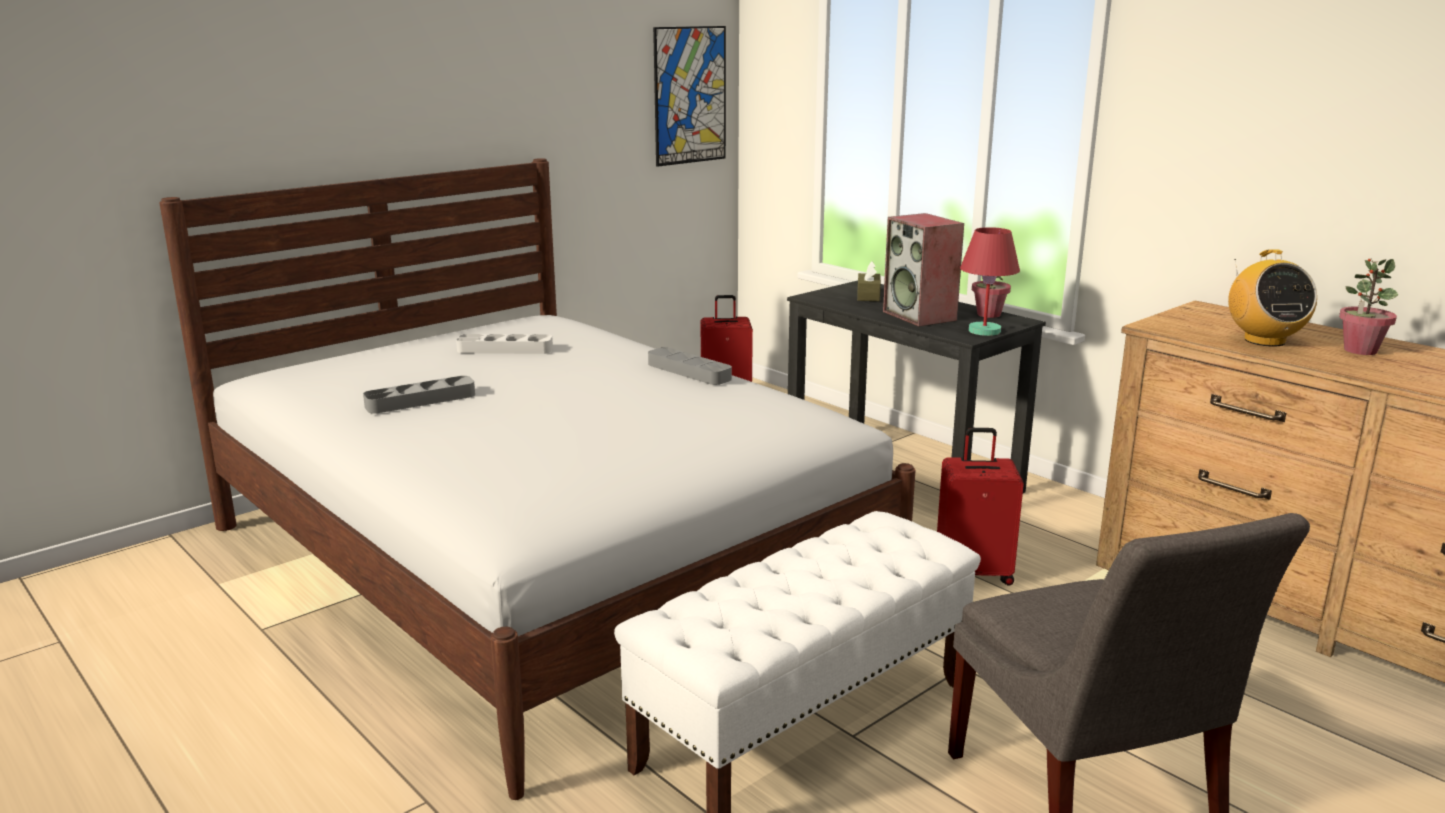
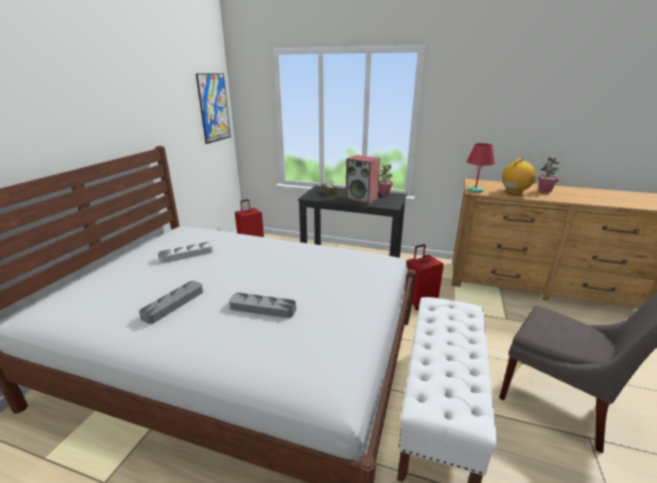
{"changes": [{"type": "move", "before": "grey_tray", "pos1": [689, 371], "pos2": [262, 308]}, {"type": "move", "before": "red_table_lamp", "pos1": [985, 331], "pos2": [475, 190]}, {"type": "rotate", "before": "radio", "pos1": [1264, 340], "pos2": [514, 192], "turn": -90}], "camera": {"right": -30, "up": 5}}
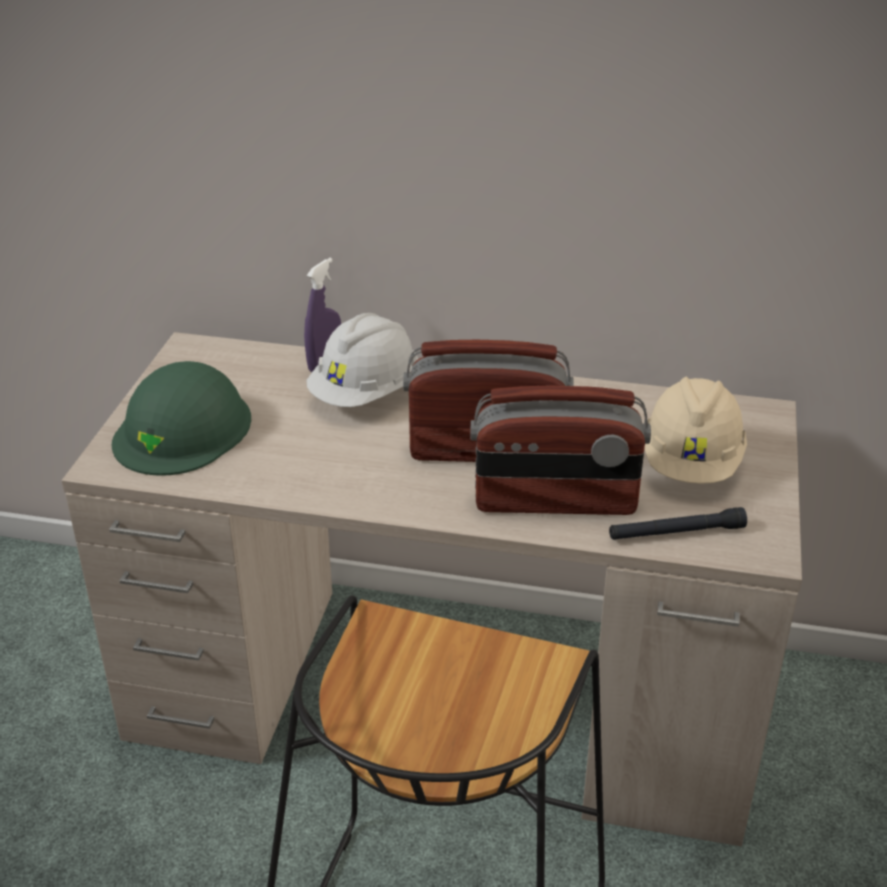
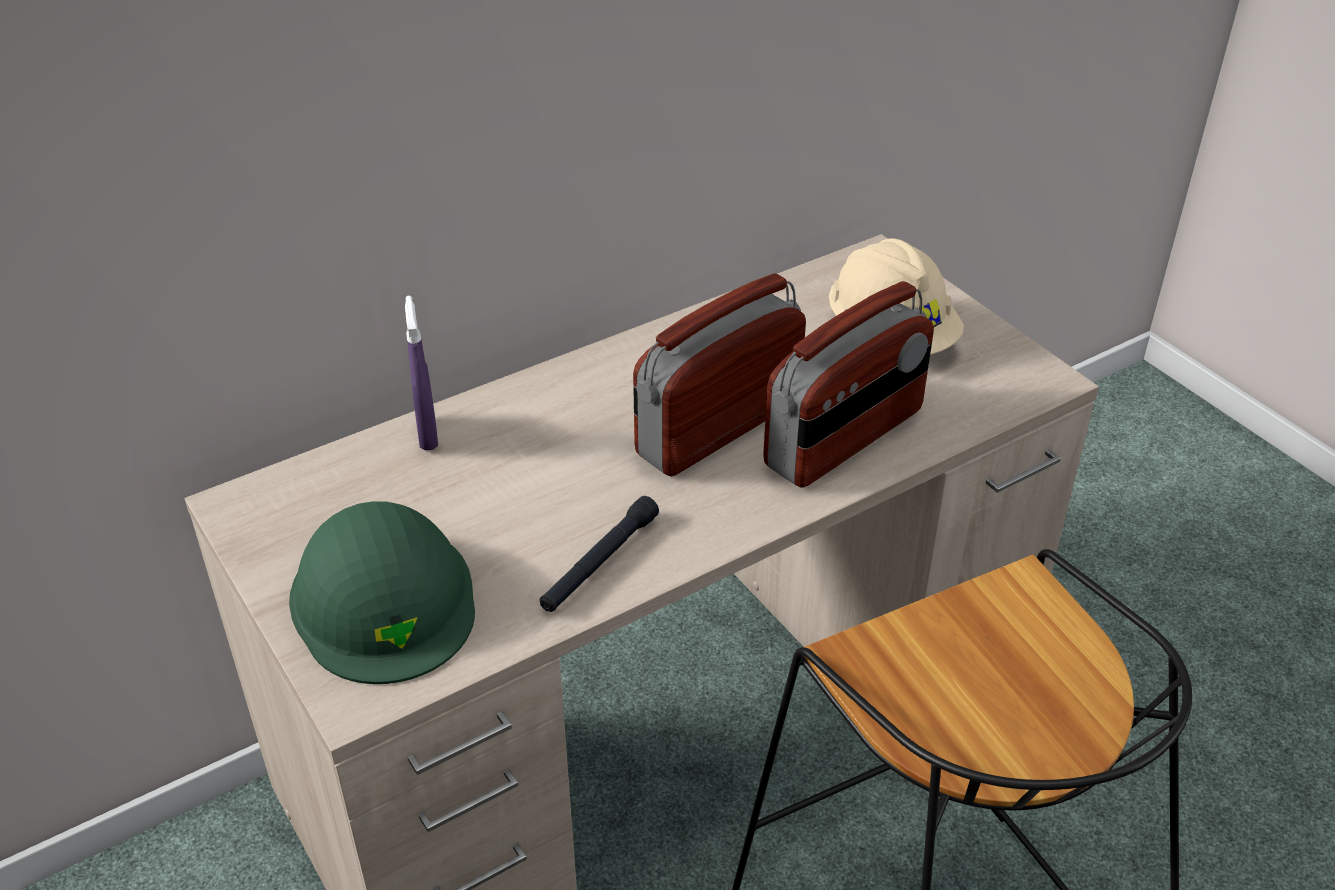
{"changes": [{"type": "move", "before": "black_flashlight", "pos1": [676, 533], "pos2": [599, 563]}, {"type": "delete", "before": "white_hard_hat", "pos1": [366, 394]}], "camera": {"right": -45, "up": 5}}
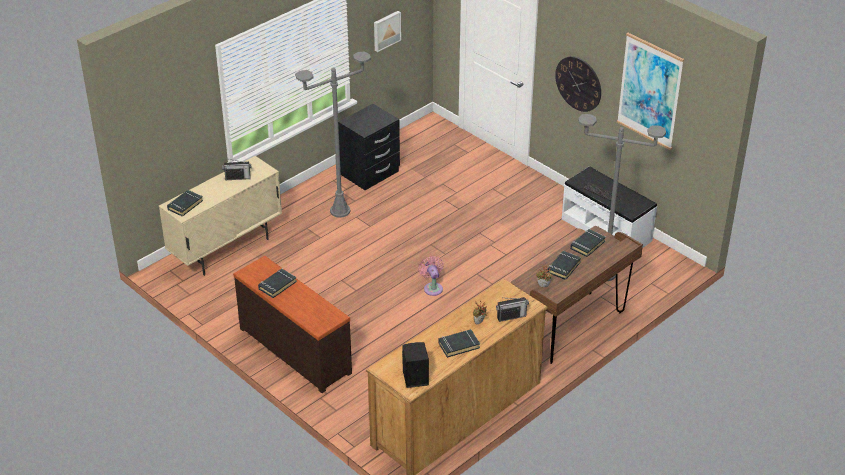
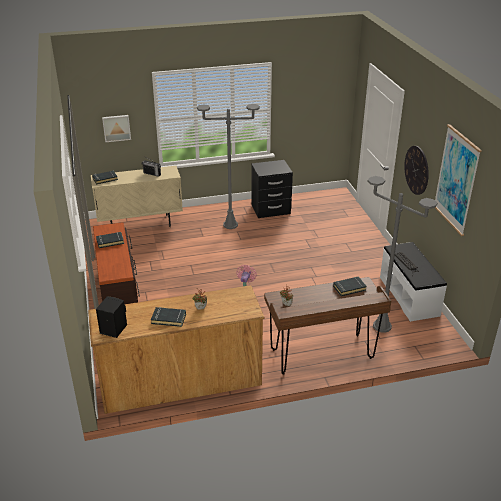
{"changes": [{"type": "move", "before": "picture", "pos1": [386, 30], "pos2": [116, 128]}, {"type": "delete", "before": "radio", "pos1": [511, 316]}, {"type": "delete", "before": "black_book", "pos1": [563, 267]}], "camera": {"right": 30, "up": -5}}
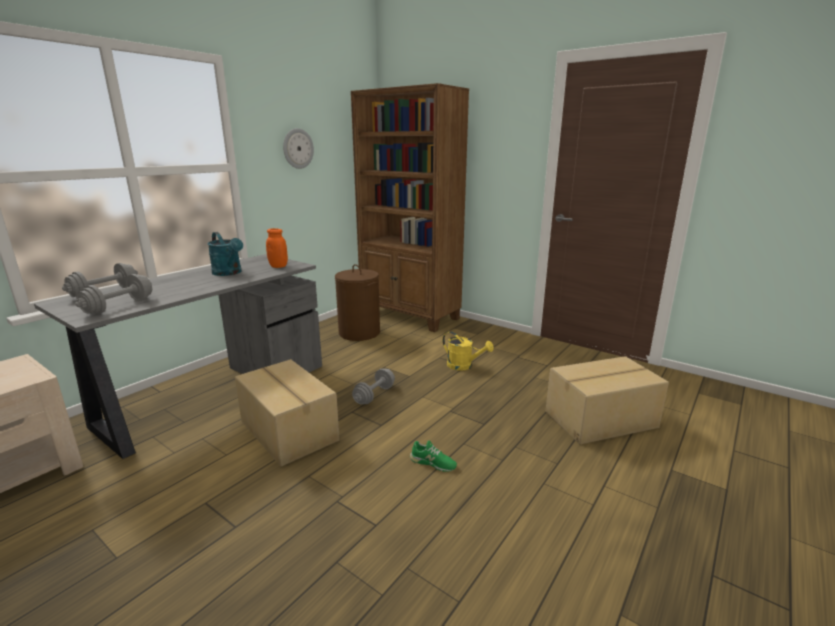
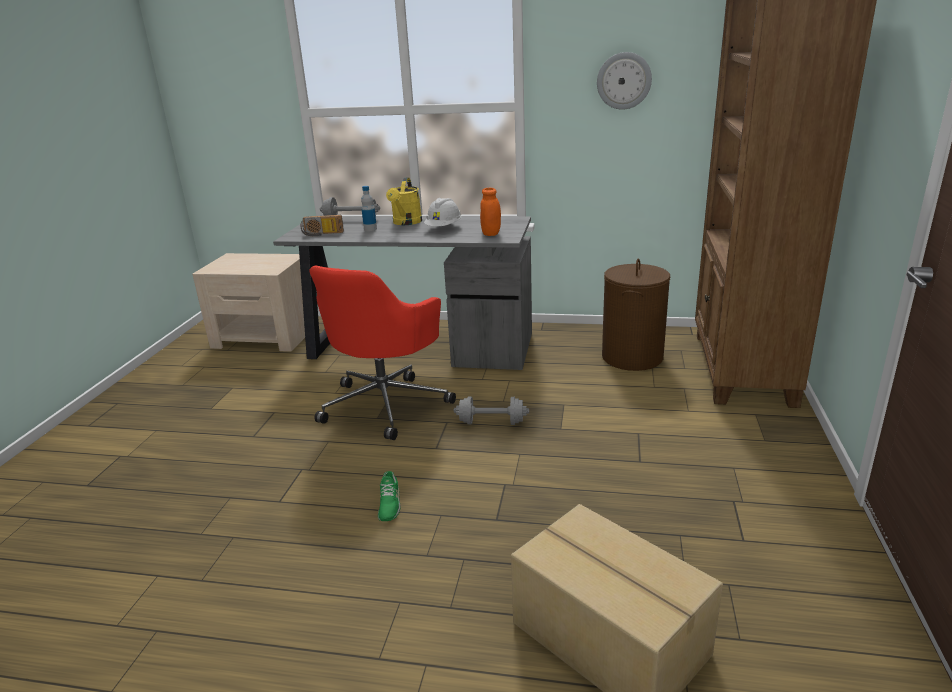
{"changes": [{"type": "replace", "before": "grey_dumbbell", "after": "radio", "pos1": [119, 306], "pos2": [322, 234]}, {"type": "replace", "before": "cardboard_box", "after": "red_office_chair", "pos1": [288, 431], "pos2": [386, 404]}, {"type": "insert", "after": "bottle", "pos2": [370, 229]}, {"type": "move", "before": "yellow_watering_can", "pos1": [464, 366], "pos2": [406, 223]}, {"type": "replace", "before": "turquoise_watering_can", "after": "white_hard_hat", "pos1": [229, 273], "pos2": [444, 228]}], "camera": {"right": 65, "up": 5}}
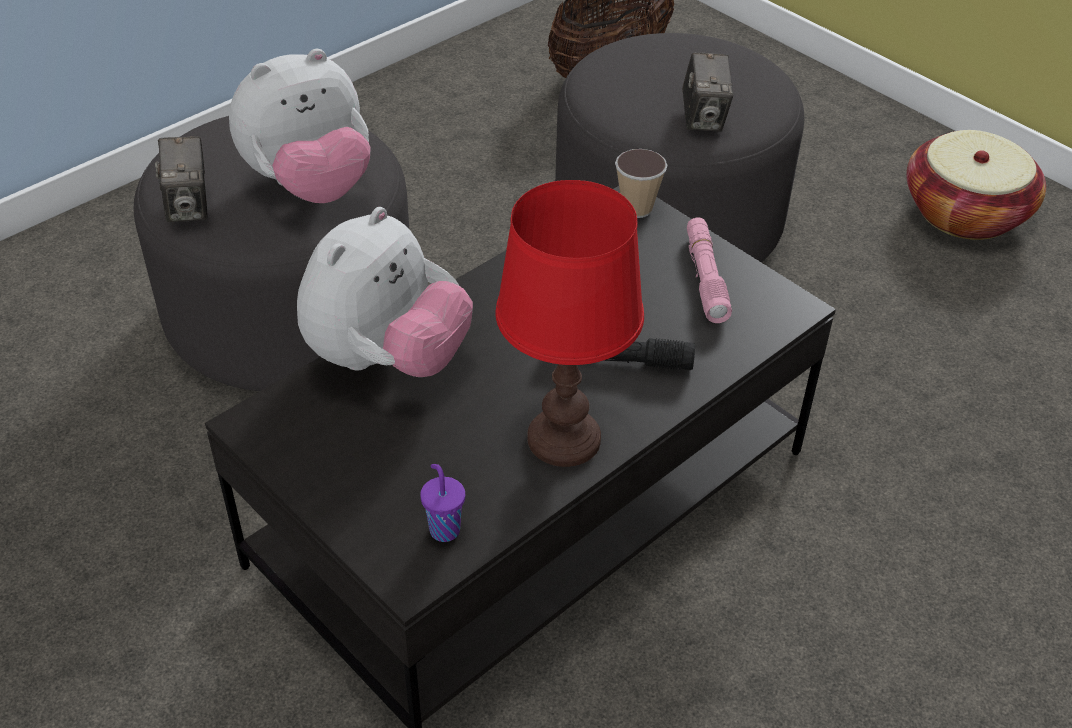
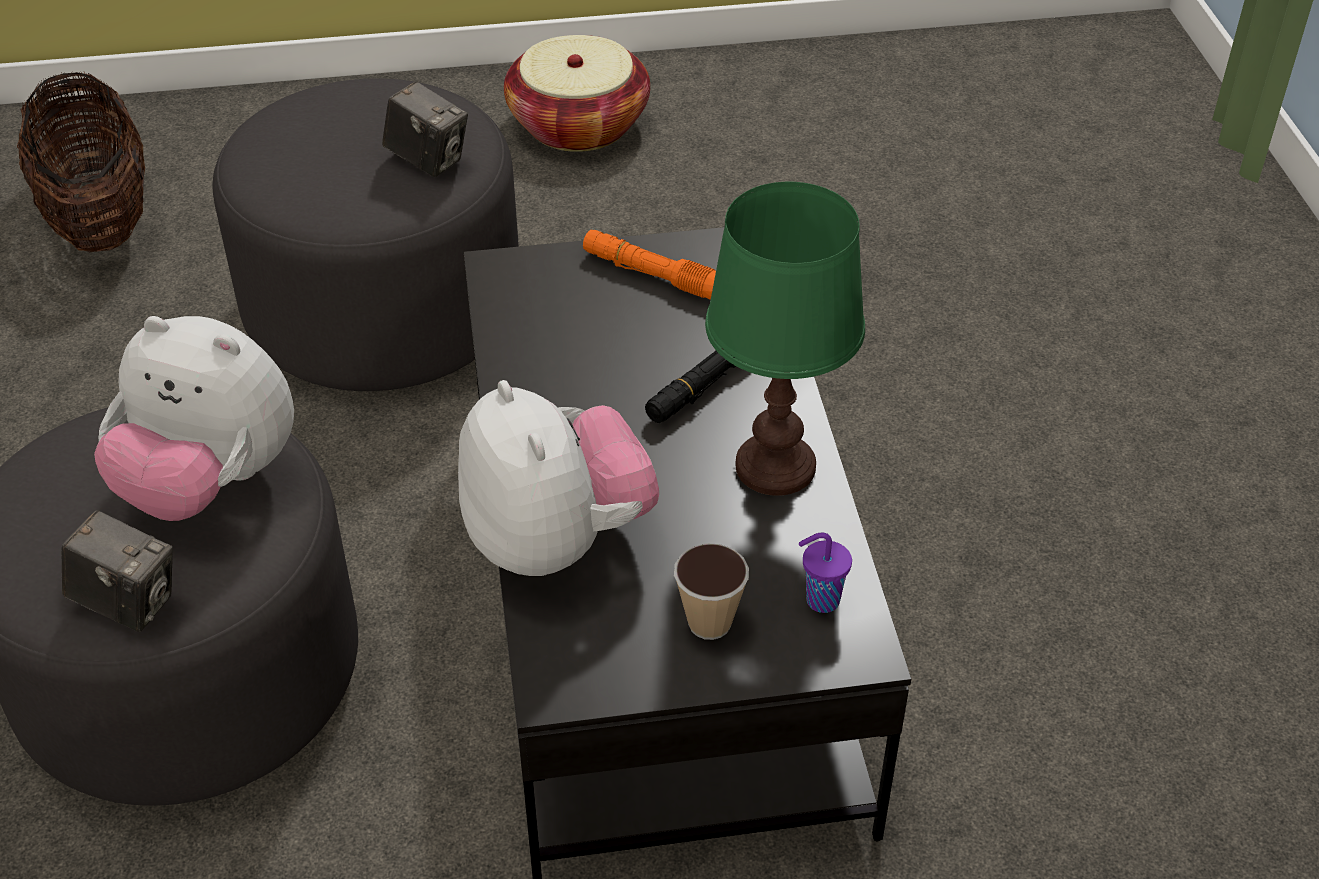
{"changes": [{"type": "rotate", "before": "plush_toy", "pos1": [310, 186], "pos2": [210, 483], "turn": 105}, {"type": "recolor", "before": "pink_flashlight", "after": "orange_flashlight", "pos1": [705, 277], "pos2": [652, 275]}, {"type": "move", "before": "cup", "pos1": [637, 208], "pos2": [709, 623]}, {"type": "recolor", "before": "red_table_lamp", "after": "green_table_lamp", "pos1": [564, 440], "pos2": [776, 467]}], "camera": {"right": -55, "up": 0}}
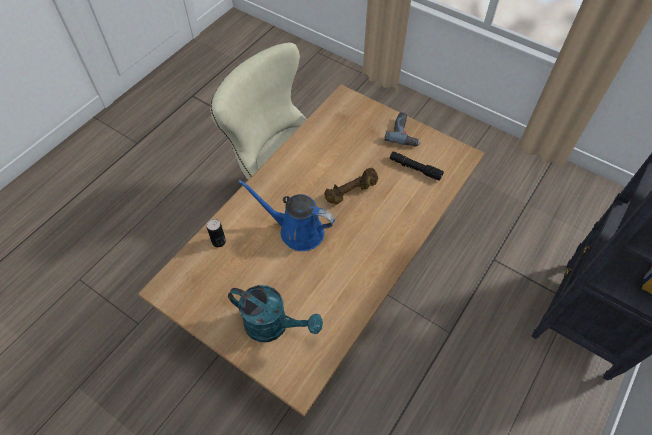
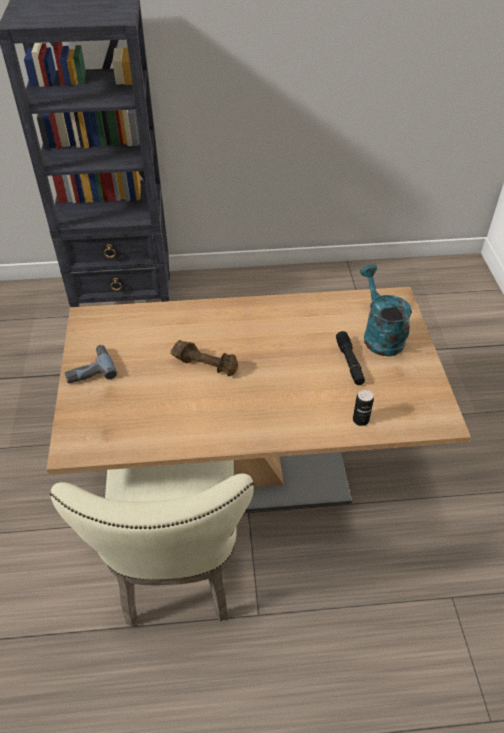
{"changes": [{"type": "move", "before": "black_flashlight", "pos1": [415, 168], "pos2": [349, 362]}, {"type": "delete", "before": "blue_watering_can", "pos1": [297, 231]}], "camera": {"right": -130, "up": -10}}
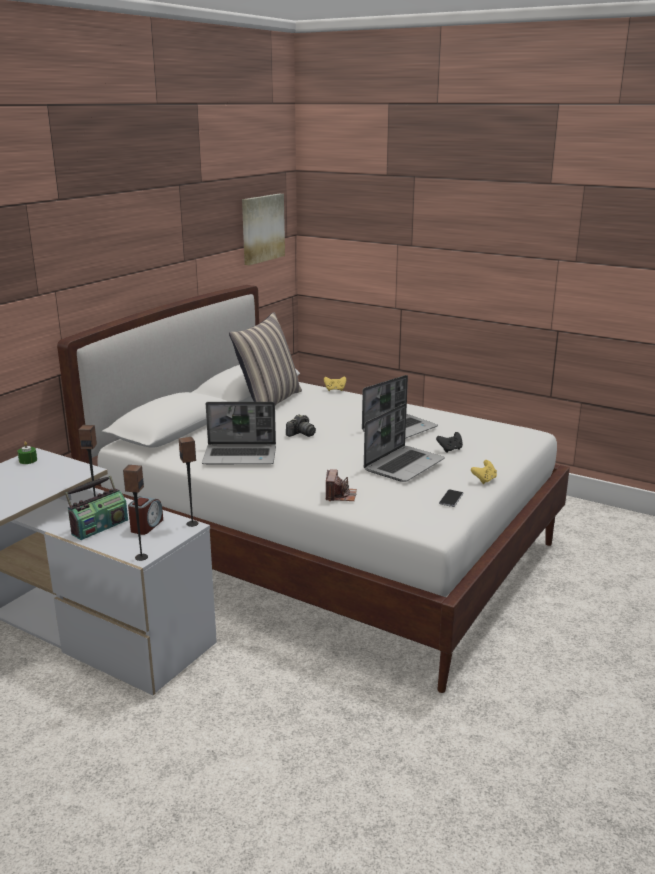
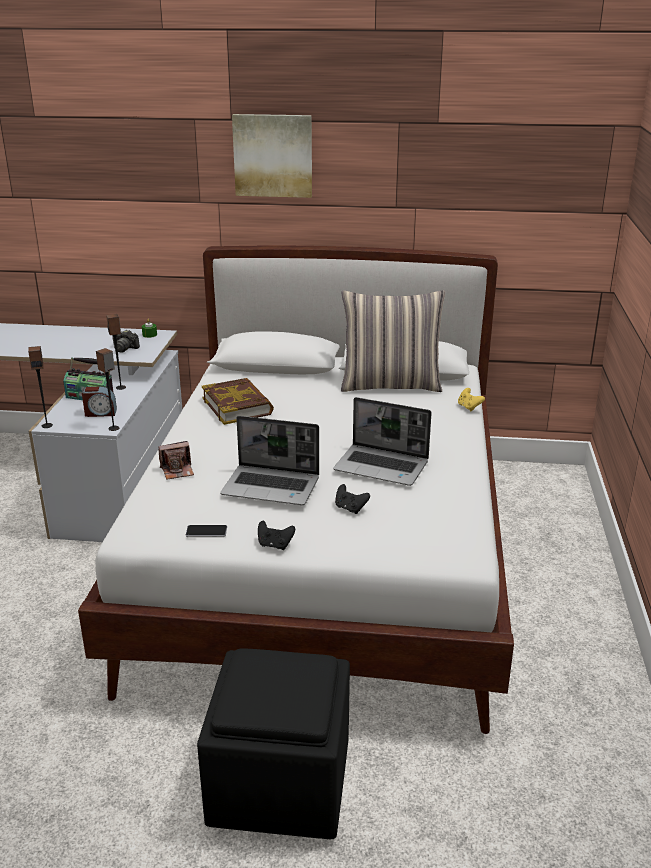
{"changes": [{"type": "move", "before": "photo_camera", "pos1": [301, 434], "pos2": [124, 348]}, {"type": "insert", "after": "black_ottoman", "pos2": [282, 782]}, {"type": "replace", "before": "laptop", "after": "book", "pos1": [241, 456], "pos2": [237, 406]}, {"type": "move", "before": "picture", "pos1": [262, 228], "pos2": [273, 155]}, {"type": "recolor", "before": "yellow_game_controller", "after": "black_game_controller", "pos1": [484, 480], "pos2": [275, 545]}], "camera": {"right": 65, "up": 5}}
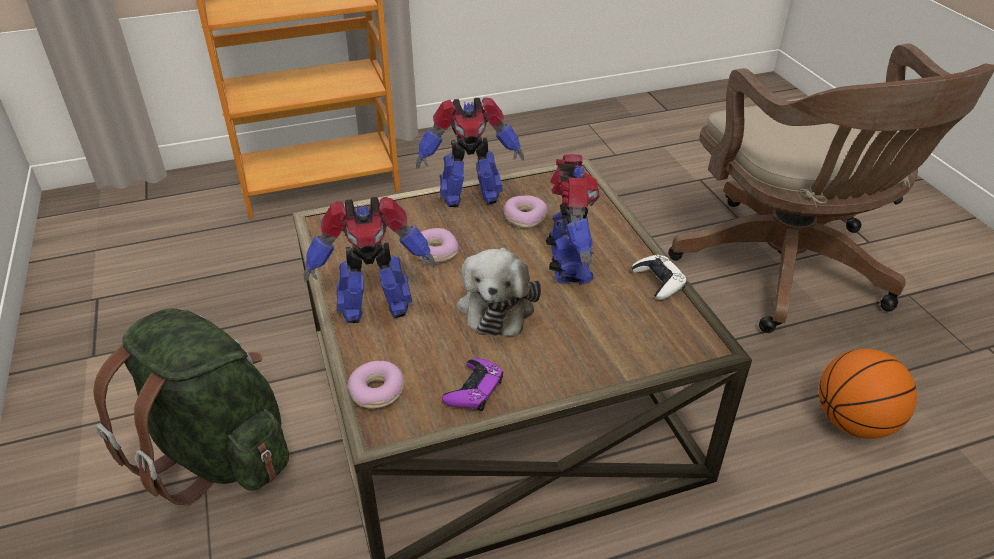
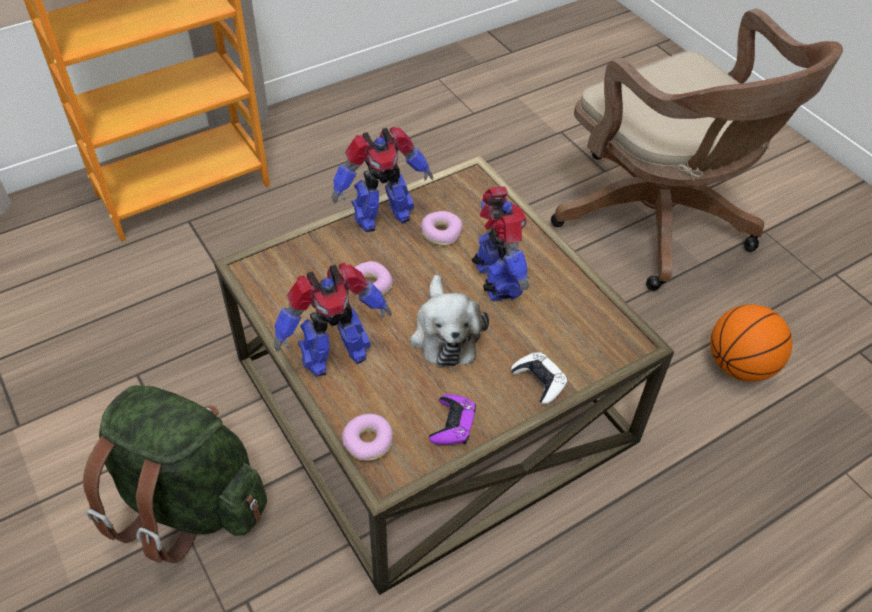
{"changes": [{"type": "move", "before": "white_game_controller", "pos1": [658, 281], "pos2": [539, 380]}], "camera": {"right": -15, "up": 10}}
